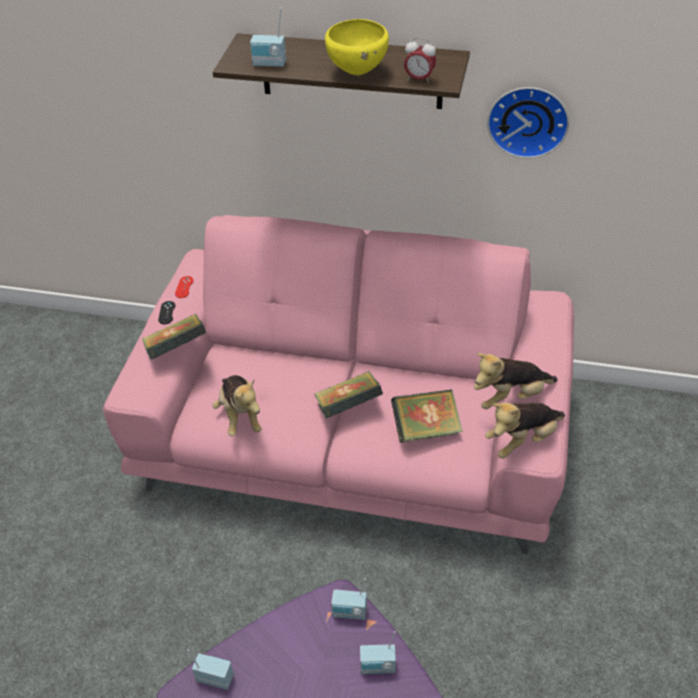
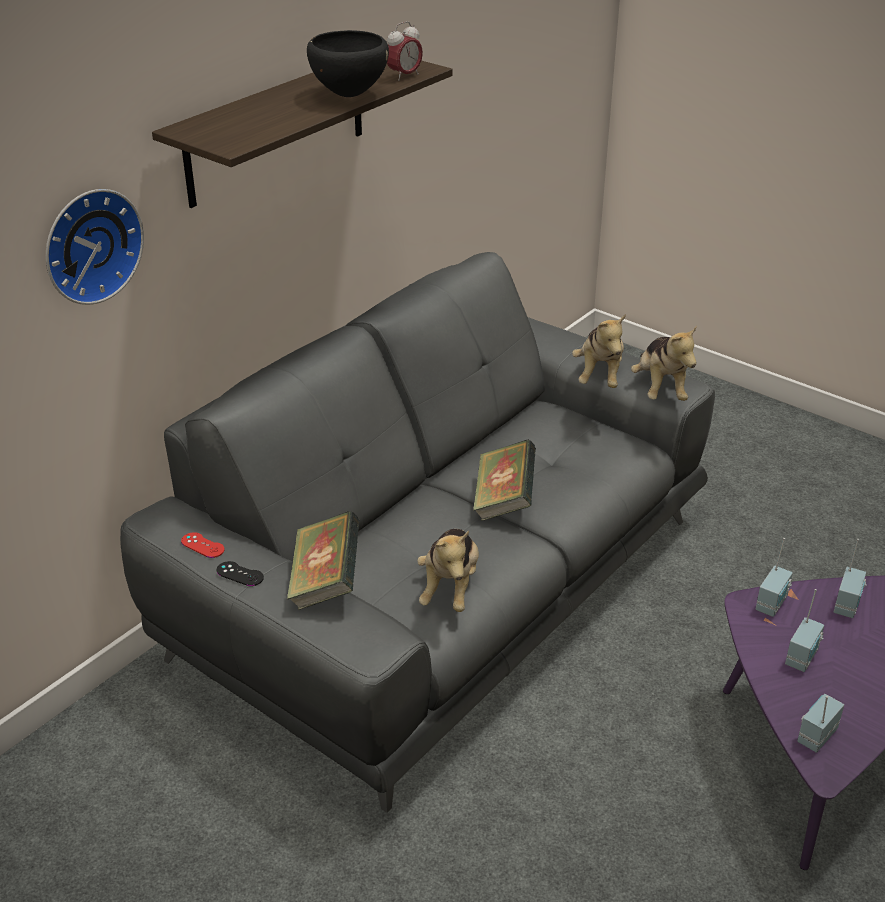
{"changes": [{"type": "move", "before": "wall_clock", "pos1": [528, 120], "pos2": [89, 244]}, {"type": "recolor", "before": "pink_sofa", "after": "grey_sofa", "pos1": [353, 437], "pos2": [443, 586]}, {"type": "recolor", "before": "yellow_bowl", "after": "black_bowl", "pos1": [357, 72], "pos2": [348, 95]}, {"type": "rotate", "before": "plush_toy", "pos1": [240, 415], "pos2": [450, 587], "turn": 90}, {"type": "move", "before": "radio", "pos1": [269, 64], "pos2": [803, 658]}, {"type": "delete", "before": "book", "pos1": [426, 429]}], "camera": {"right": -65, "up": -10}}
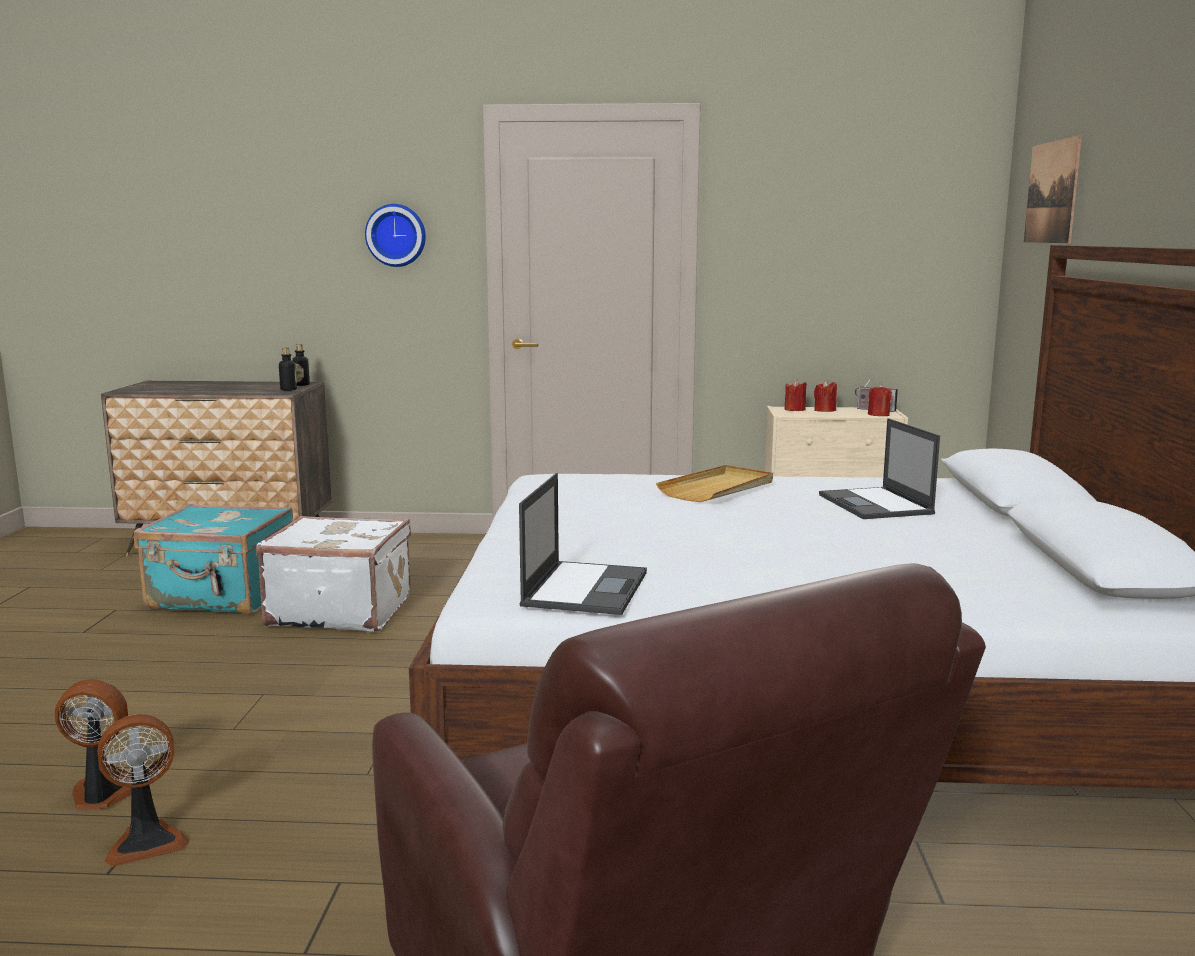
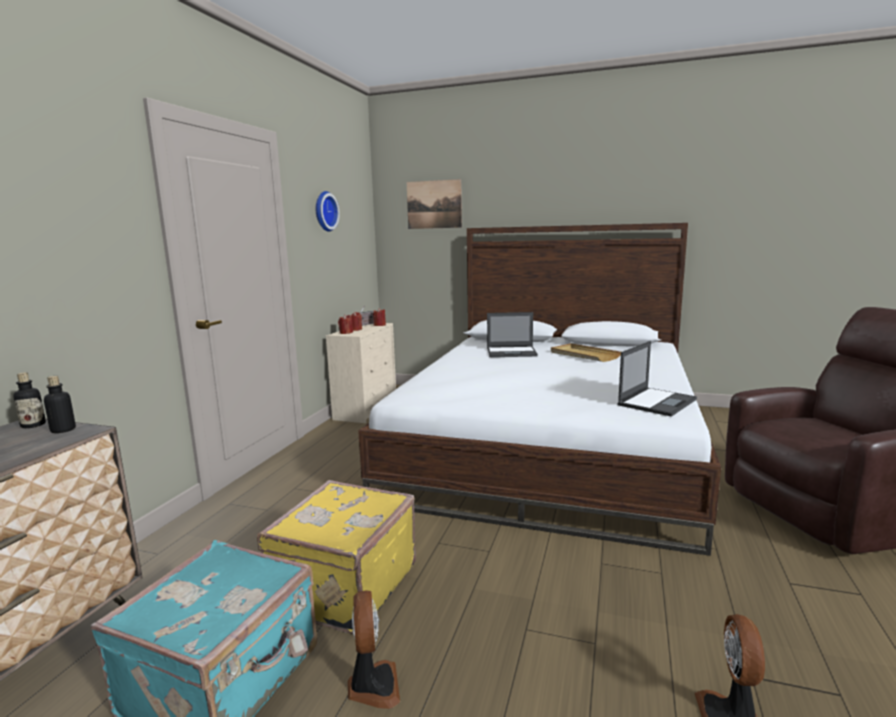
{"changes": [{"type": "recolor", "before": "white_suitcase", "after": "yellow_suitcase", "pos1": [340, 611], "pos2": [342, 586]}, {"type": "move", "before": "wall_clock", "pos1": [396, 235], "pos2": [324, 211]}, {"type": "move", "before": "fan", "pos1": [146, 841], "pos2": [372, 686]}, {"type": "move", "before": "beige_tray", "pos1": [718, 488], "pos2": [584, 355]}, {"type": "rotate", "before": "laptop", "pos1": [585, 588], "pos2": [657, 402], "turn": 105}], "camera": {"right": -75, "up": 0}}
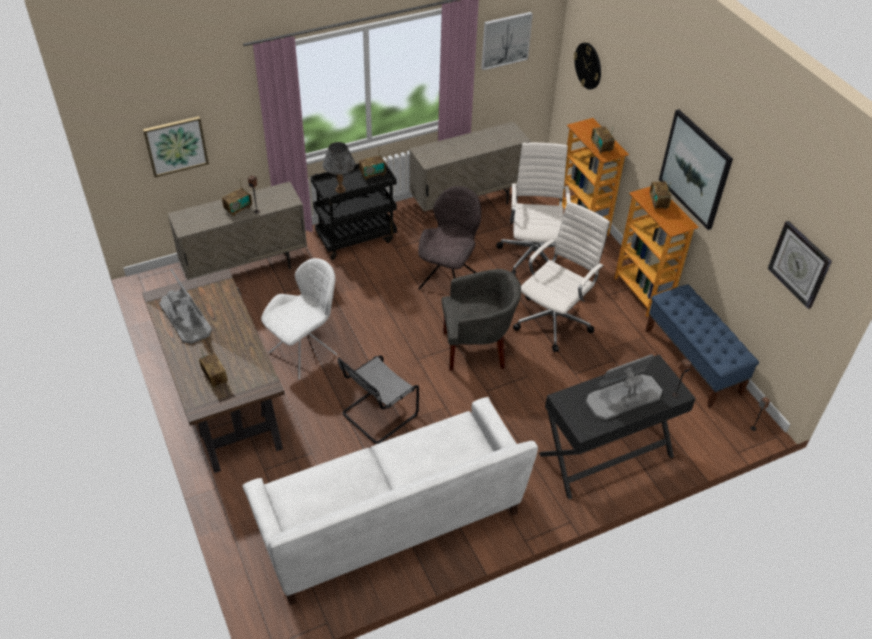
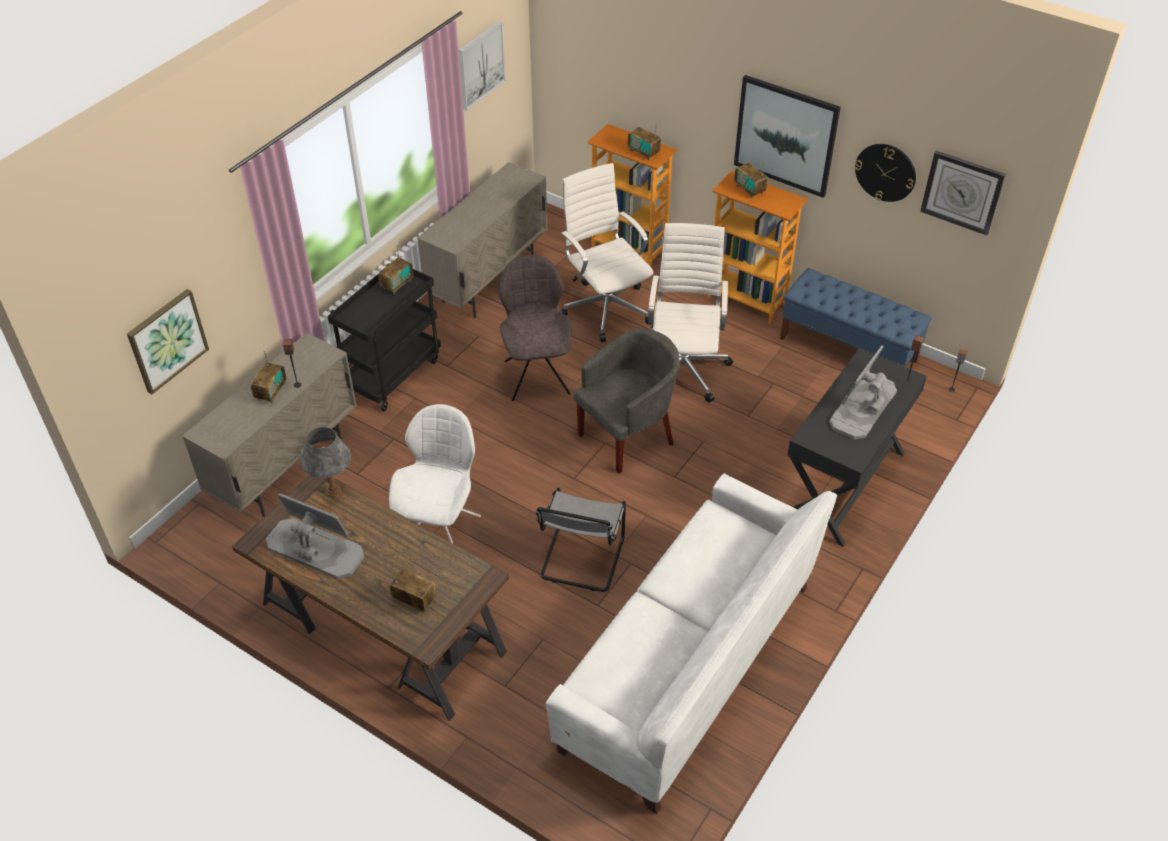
{"changes": [{"type": "move", "before": "grey_table_lamp", "pos1": [340, 190], "pos2": [332, 491]}, {"type": "move", "before": "wall_clock", "pos1": [588, 65], "pos2": [885, 172]}], "camera": {"right": -30, "up": 0}}
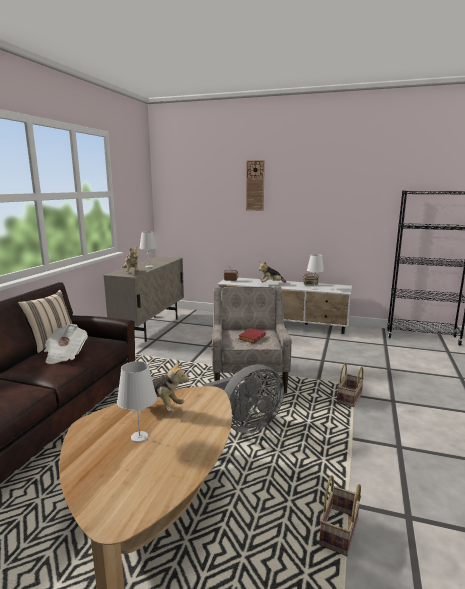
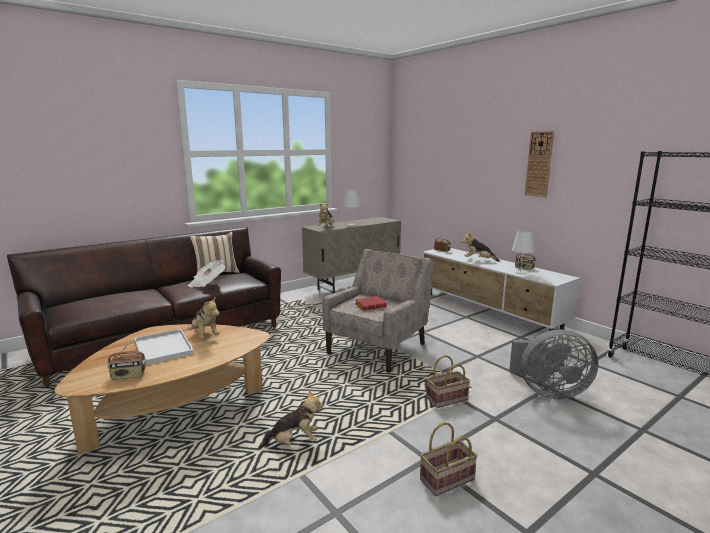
{"changes": [{"type": "insert", "after": "radio", "pos2": [128, 375]}, {"type": "replace", "before": "white_table_lamp", "after": "white_tray", "pos1": [139, 437], "pos2": [164, 348]}, {"type": "insert", "after": "plush_toy", "pos2": [294, 442]}, {"type": "move", "before": "basket", "pos1": [339, 533], "pos2": [446, 480]}, {"type": "move", "before": "grey_fan", "pos1": [245, 426], "pos2": [548, 392]}, {"type": "move", "before": "wall_clock", "pos1": [255, 185], "pos2": [539, 164]}], "camera": {"right": 35, "up": 0}}
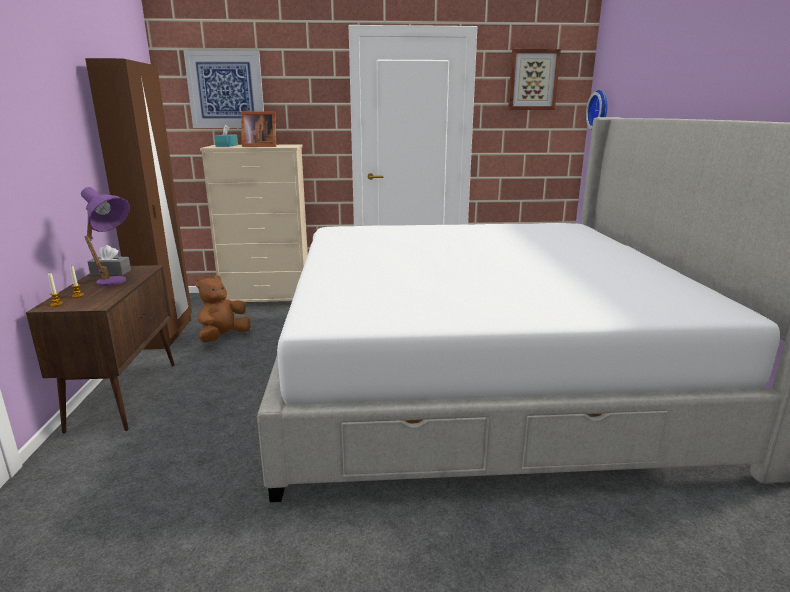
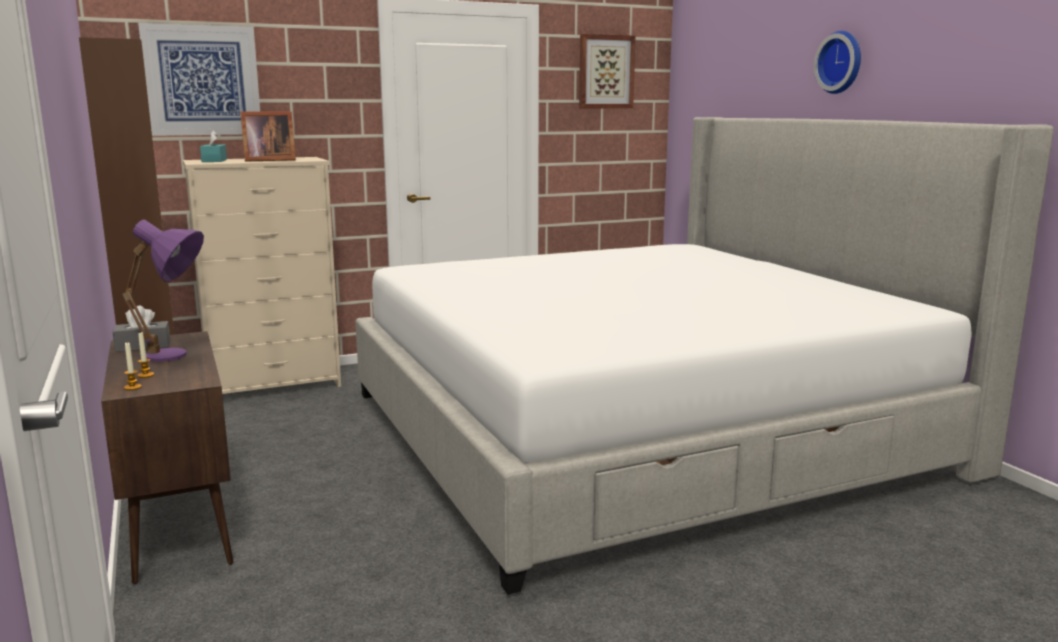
{"changes": [{"type": "move", "before": "wall_clock", "pos1": [600, 110], "pos2": [841, 62]}, {"type": "delete", "before": "brown_plush_toy", "pos1": [223, 337]}], "camera": {"right": -20, "up": -5}}
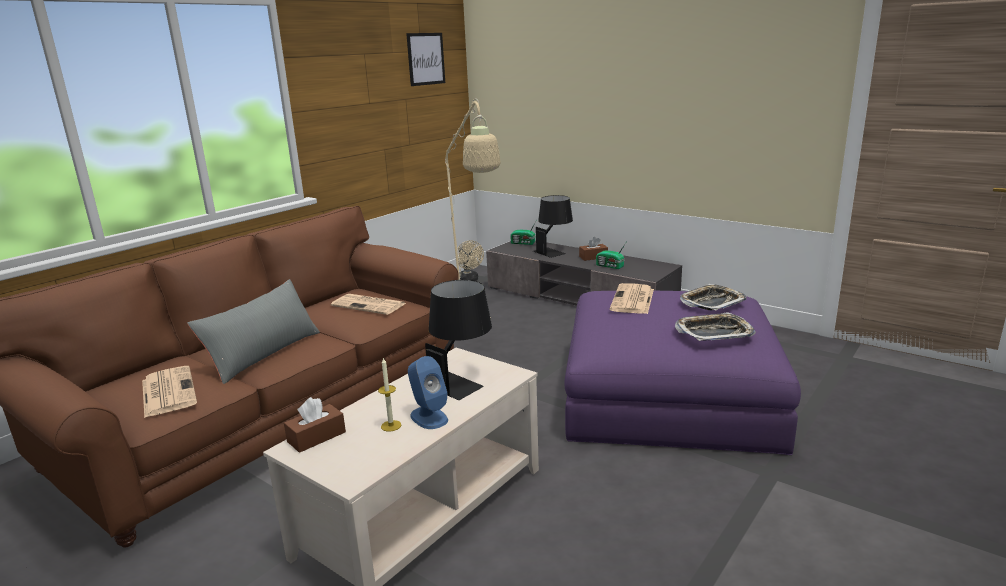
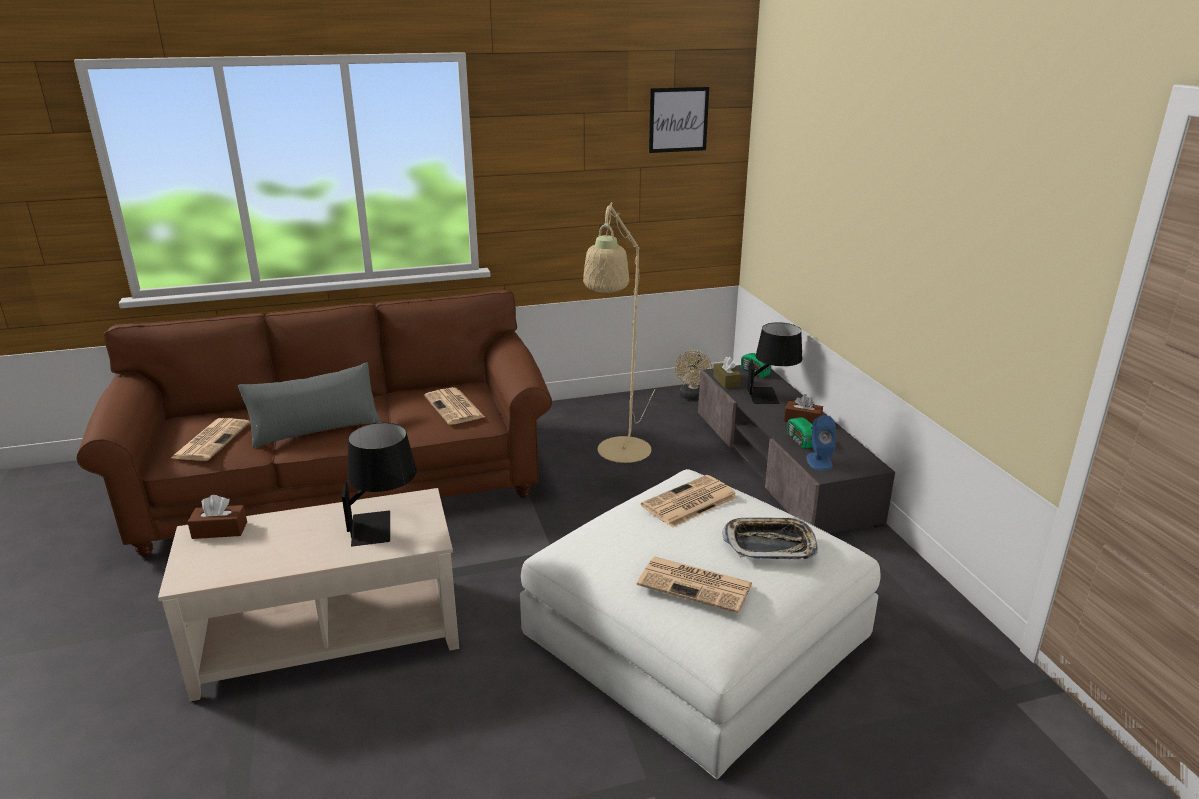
{"changes": [{"type": "recolor", "before": "purple_ottoman", "after": "white_ottoman", "pos1": [669, 394], "pos2": [696, 634]}, {"type": "replace", "before": "tray", "after": "newspaper", "pos1": [714, 332], "pos2": [696, 585]}, {"type": "insert", "after": "brown_tissue_box", "pos2": [726, 381]}, {"type": "move", "before": "blue_speaker", "pos1": [428, 417], "pos2": [819, 461]}, {"type": "delete", "before": "candle", "pos1": [391, 426]}], "camera": {"right": 35, "up": 5}}
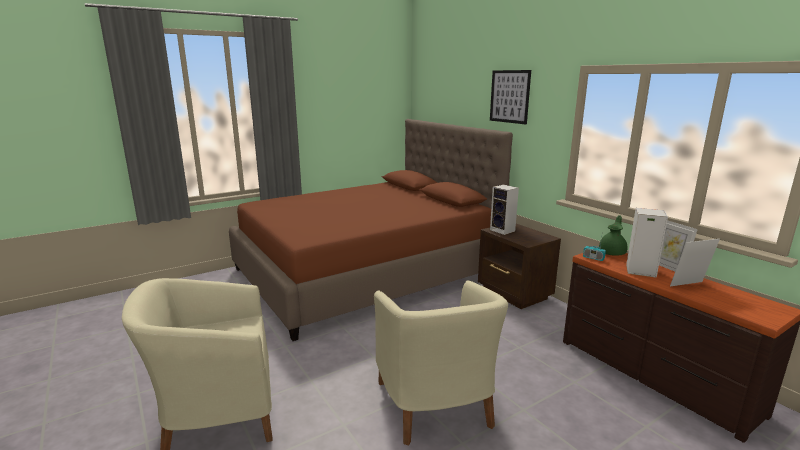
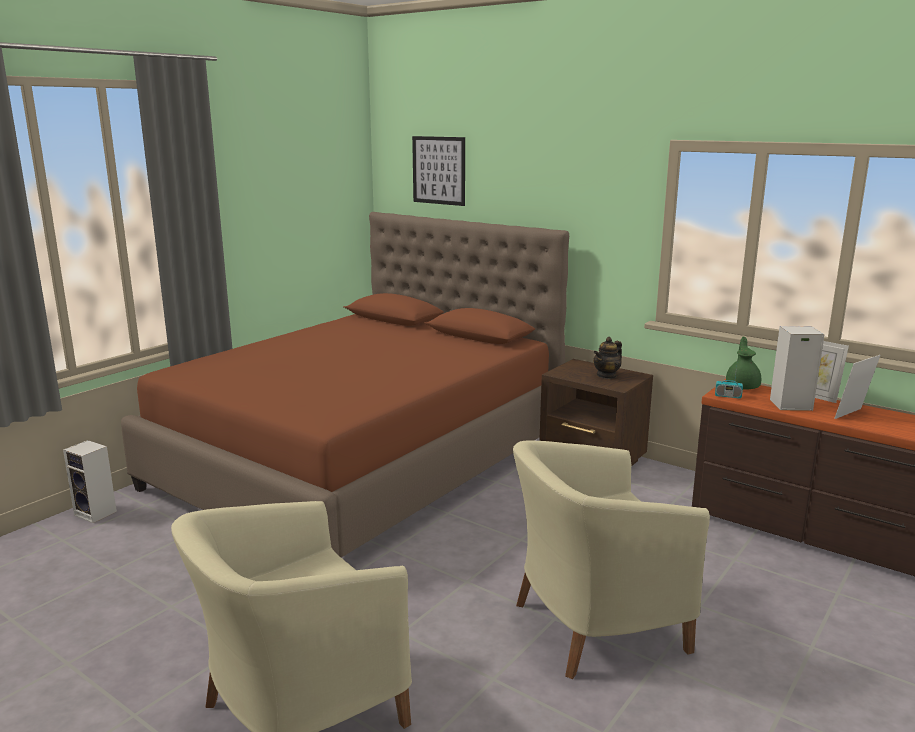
{"changes": [{"type": "move", "before": "speaker", "pos1": [503, 230], "pos2": [97, 513]}, {"type": "move", "before": "picture", "pos1": [509, 96], "pos2": [438, 170]}, {"type": "rotate", "before": "beige_armchair", "pos1": [435, 405], "pos2": [593, 625], "turn": 105}, {"type": "insert", "after": "teapot", "pos2": [607, 375]}], "camera": {"right": -20, "up": 0}}
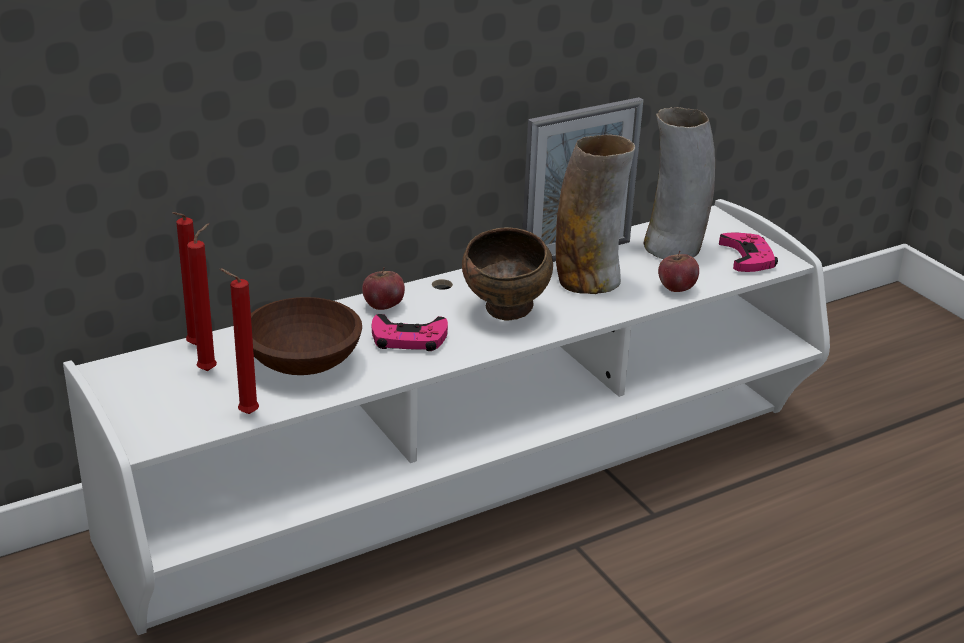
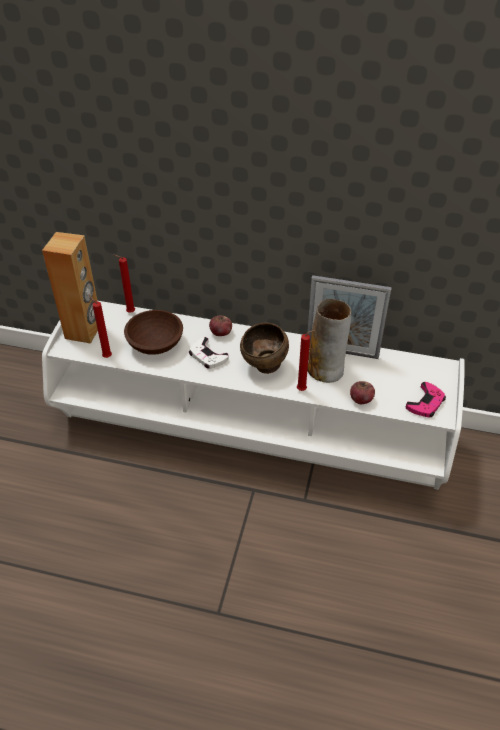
{"changes": [{"type": "insert", "after": "brown_speaker", "pos2": [84, 331]}, {"type": "recolor", "before": "pink_game_controller", "after": "white_game_controller", "pos1": [408, 339], "pos2": [207, 356]}, {"type": "move", "before": "red_candle", "pos1": [210, 370], "pos2": [303, 390]}, {"type": "delete", "before": "vase", "pos1": [674, 247]}], "camera": {"right": 45, "up": 15}}
